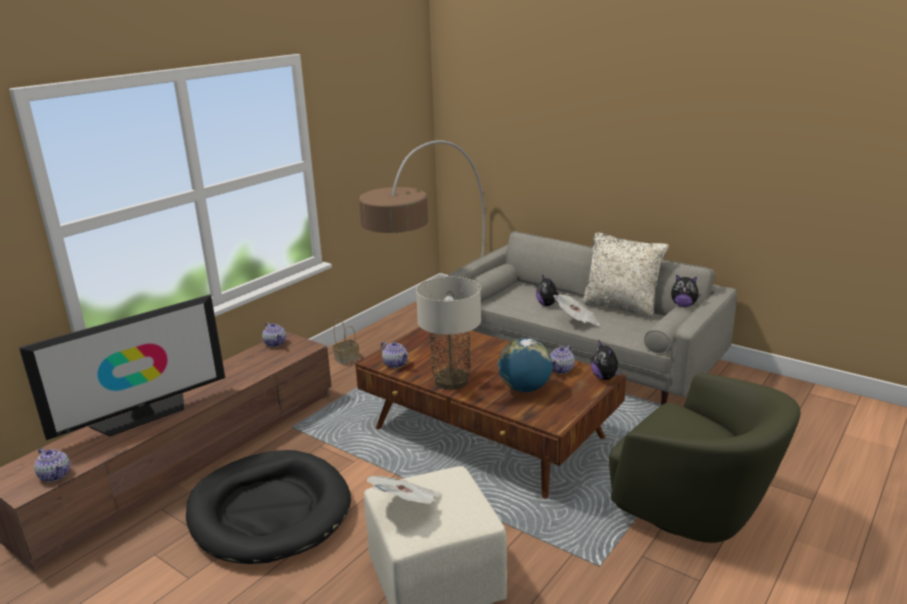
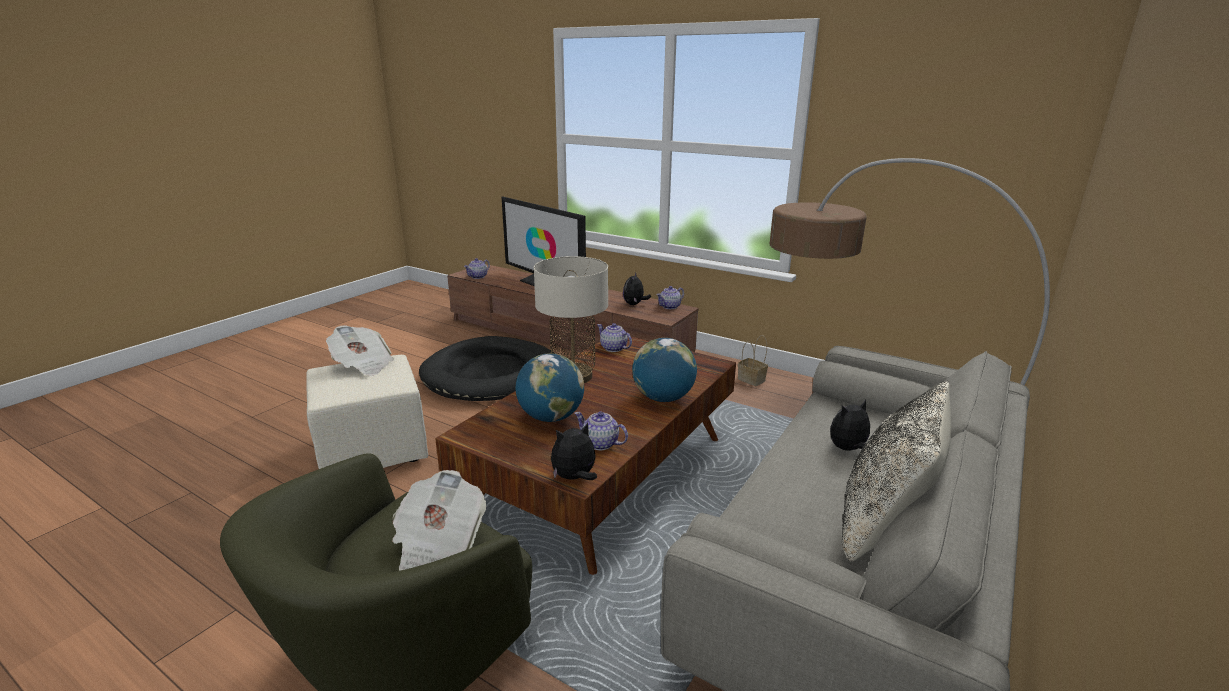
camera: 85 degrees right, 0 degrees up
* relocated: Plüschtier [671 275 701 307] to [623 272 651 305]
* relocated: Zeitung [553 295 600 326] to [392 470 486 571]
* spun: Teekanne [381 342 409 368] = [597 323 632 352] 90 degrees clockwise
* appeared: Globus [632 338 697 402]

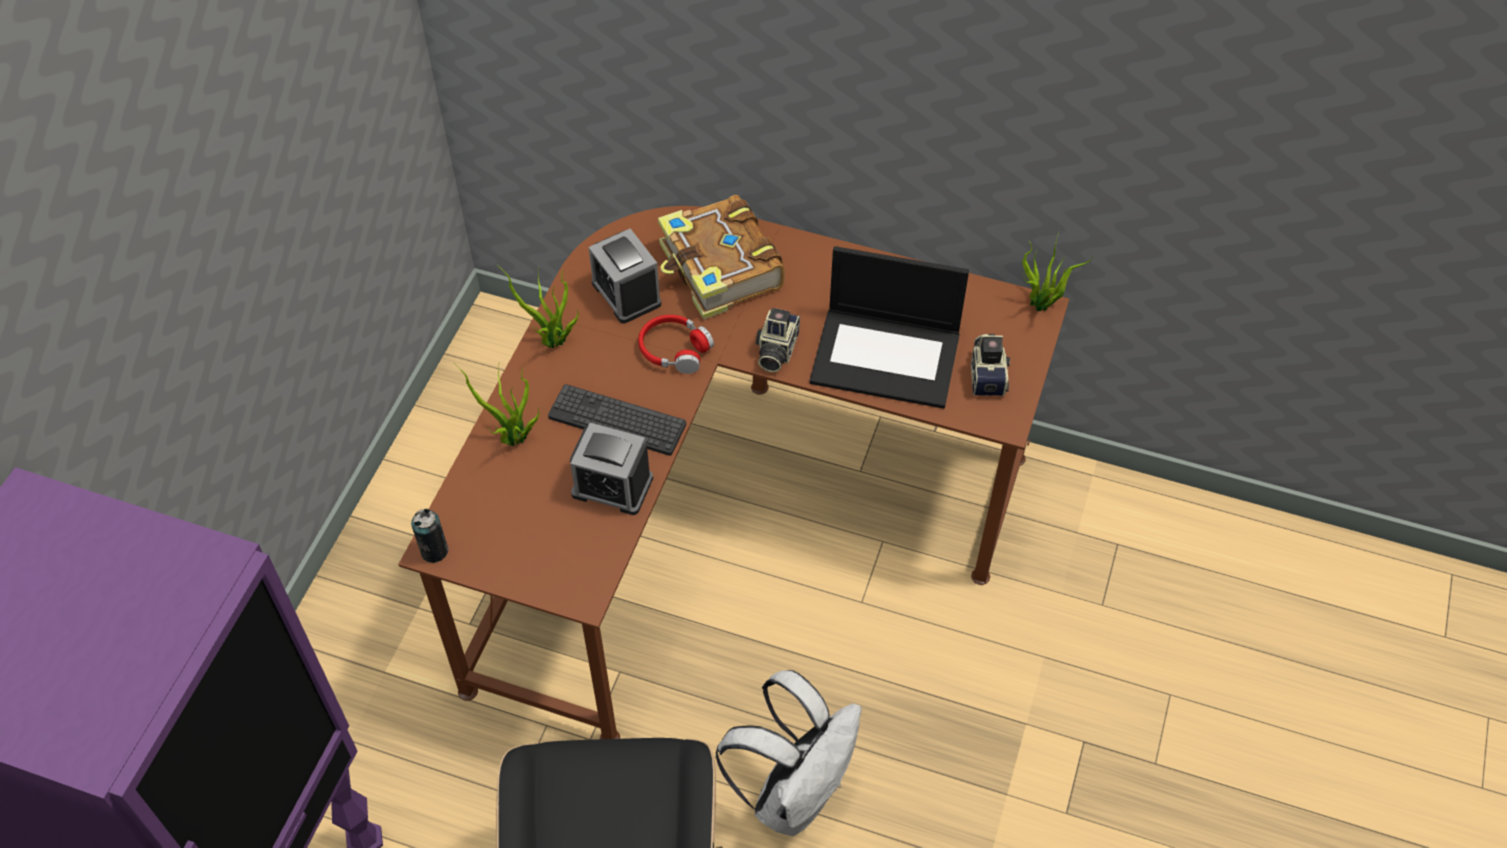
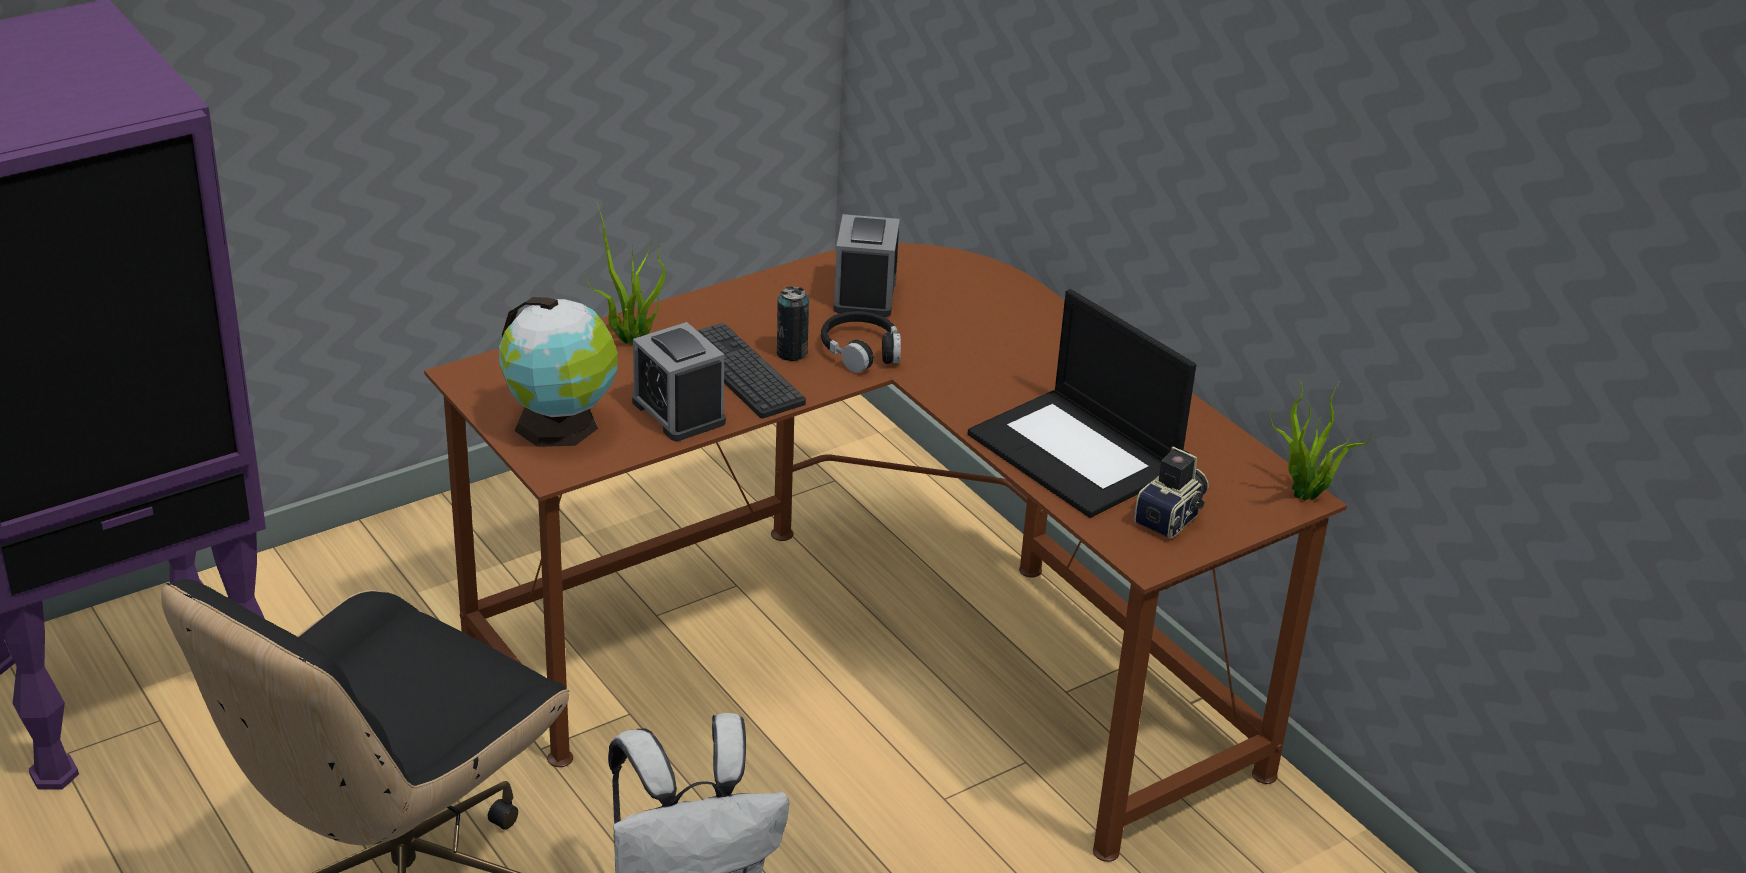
camera: 35 degrees right, 20 degrees down
* missing: Buch [658 195 785 320]
* missing: Topfpflanze [503 269 579 348]
* missing: Kamera [755 308 800 372]
* colour: Kopfhörer (rot) [638 315 714 374] to Kopfhörer (schwarz) [821 311 901 373]
* relocated: Dose [411 509 449 563] to [777 287 810 361]
* appeared: Globus [499 297 618 447]

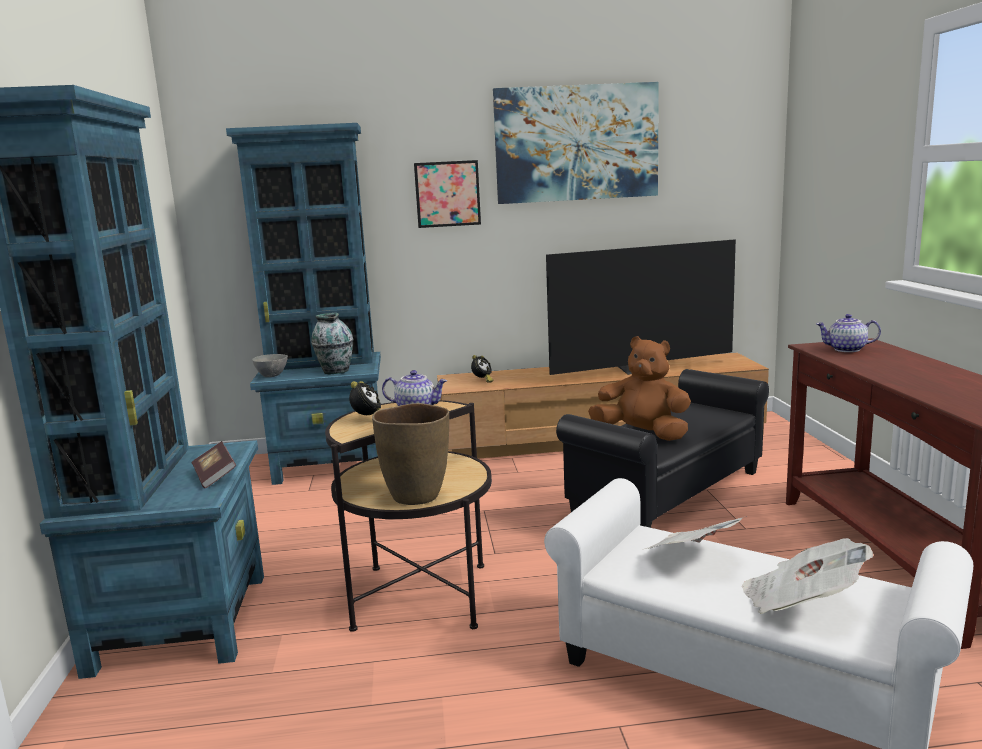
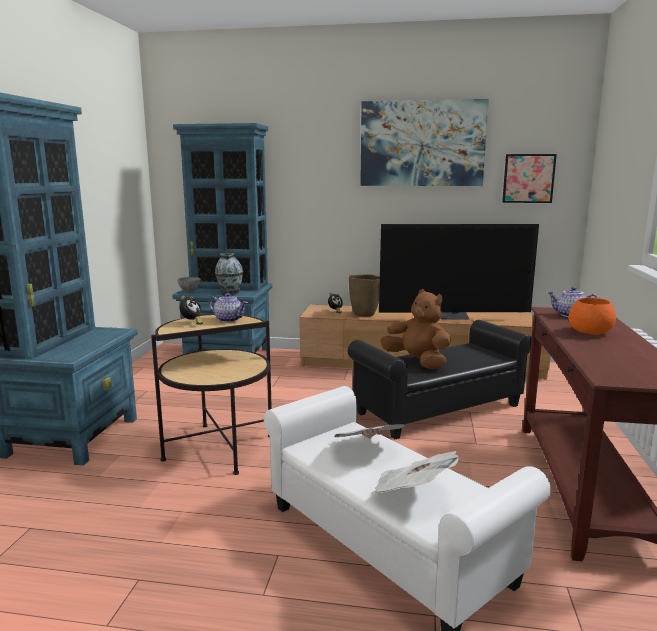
camera: 15 degrees right, 0 degrees up
* relocated: Bild [414 160 481 228] to [502 154 557 203]
* relocated: Vase (braun) [372 403 449 505] to [349 274 380 317]
* missing: Buch [192 441 236 488]
* appeared: Schüssel (orange) [569 297 616 335]

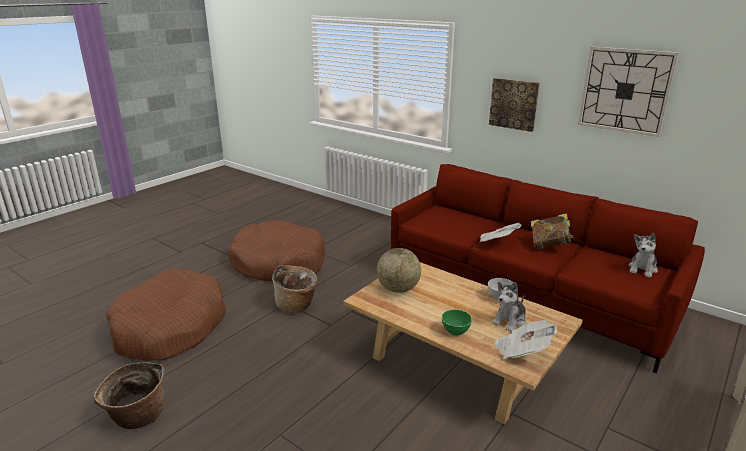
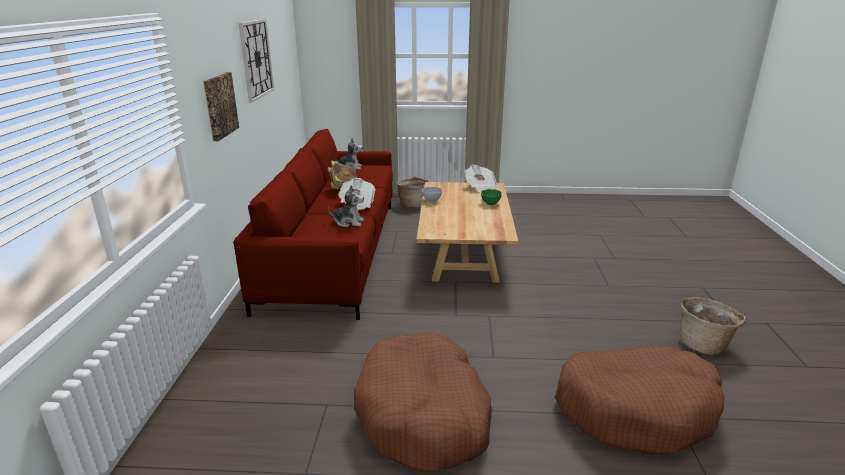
camera: 125 degrees left, 0 degrees up
* missing: Globus [377 248 421 293]
* relocated: Korb [272 265 317 313] to [396 177 428 207]
* relocated: Plüschtier [492 281 526 332] to [328 185 364 227]

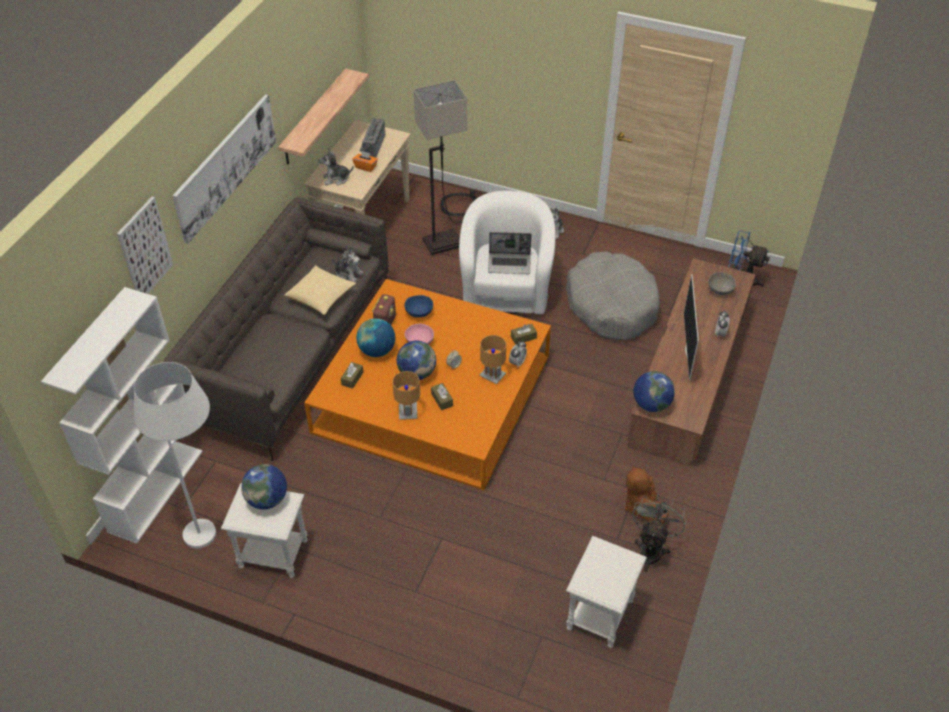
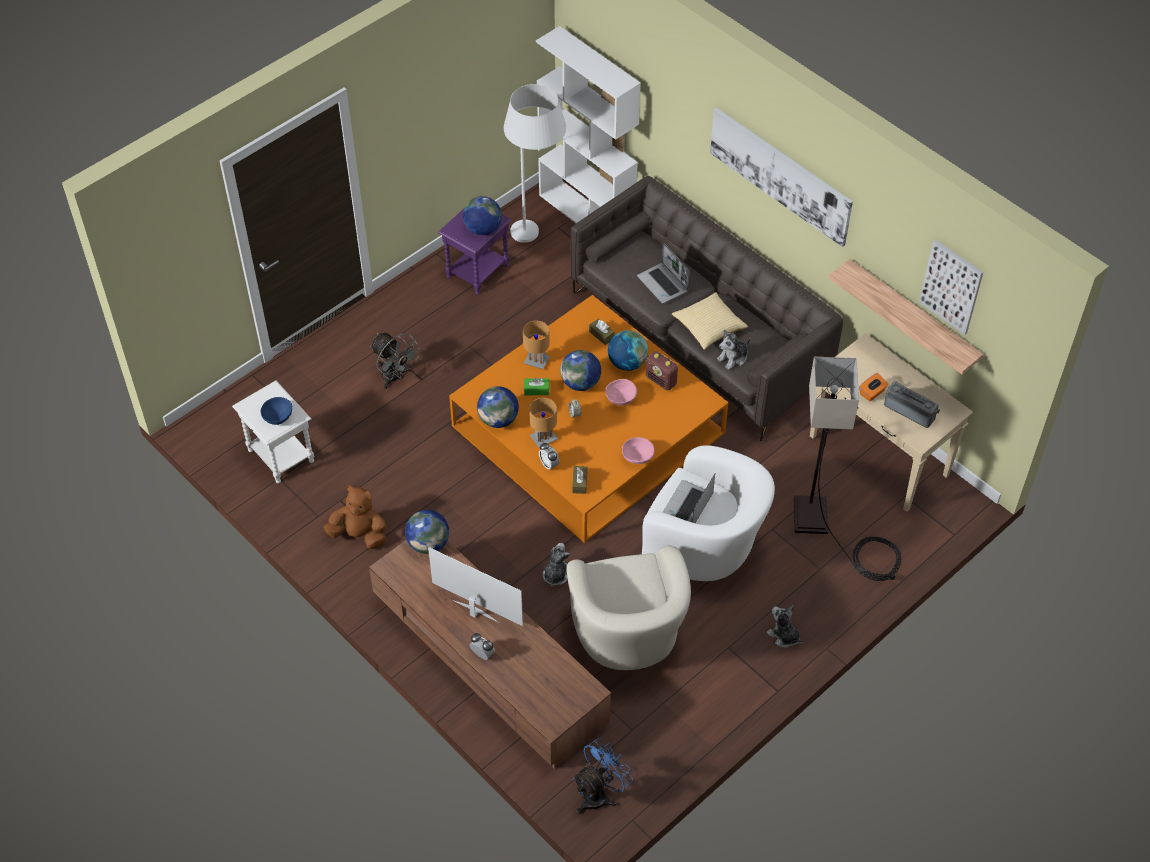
camera: 115 degrees right, 5 degrees up
* relocated: Plüschtier [319 149 354 186] to [543 543 570 586]
* relocated: Bild [117 197 173 294] to [919 239 983 335]
* exchanged: Hundebett (grau) [566 251 660 340] to Sessel (beige) [567 546 691 670]
* missing: Schüssel (grau) [708 272 736 295]
* relocated: Schüssel (blau) [404 295 433 318] to [261 397 292 425]
* colour: Taschentuchbox (braun) [431 383 453 410] to Taschentuchbox (grün) [524 378 549 395]
* colour: Beistelltisch (weiß) [221 483 307 578] to Beistelltisch (lila) [438 209 512 295]
* relocated: Ventilator (grau) [632 494 687 572] to [370 333 421 389]
* appeared: Laptop [637 242 690 304]
* appeared: Globus [477 386 519 428]
* appeared: Schüssel (rosa) [622 437 654 464]

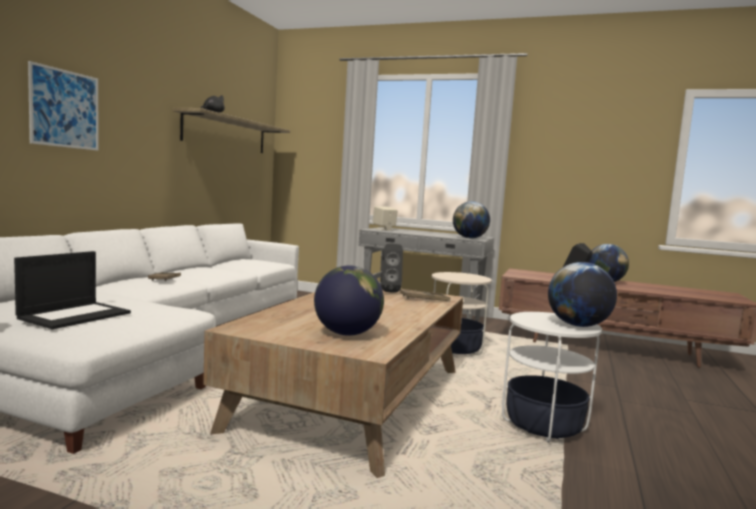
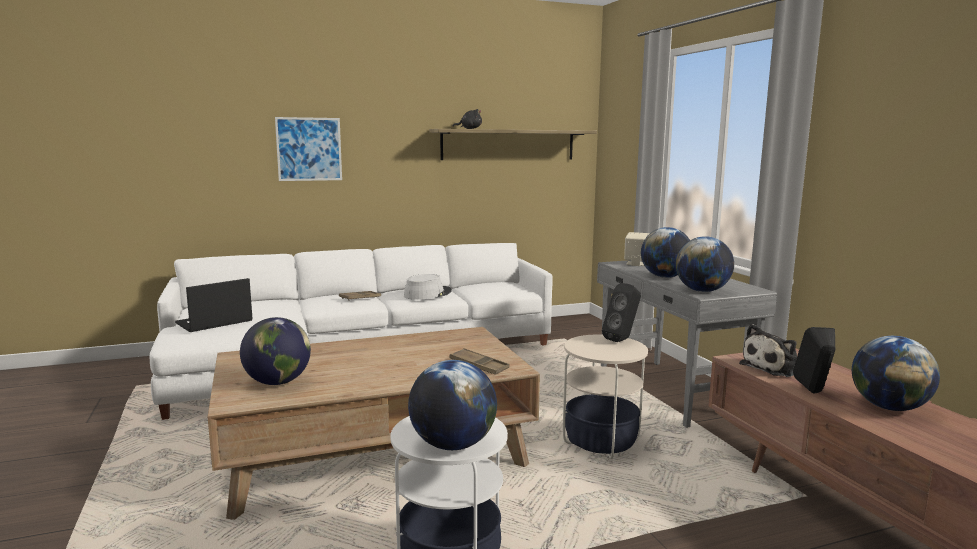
camera: 50 degrees right, 5 degrees up
* relocated: Lautsprecher (schwarz) [381 244 403 293] to [602 283 641 342]
* spun: Laptop [14 251 131 330] = [175 278 252 332] 150 degrees clockwise
* appeared: Globus [641 227 690 278]
* appeared: Hut (grau) [404 274 452 300]
* appeared: Plüschtier [739 324 797 377]

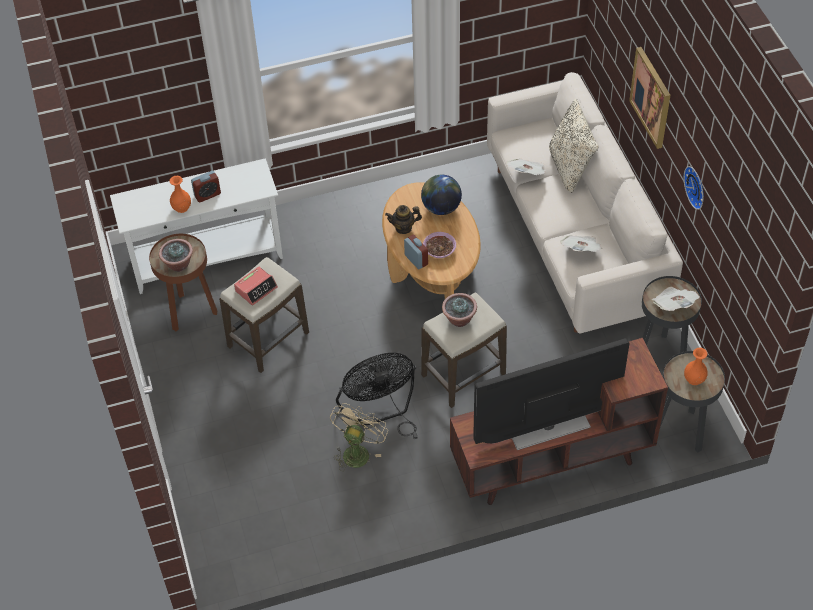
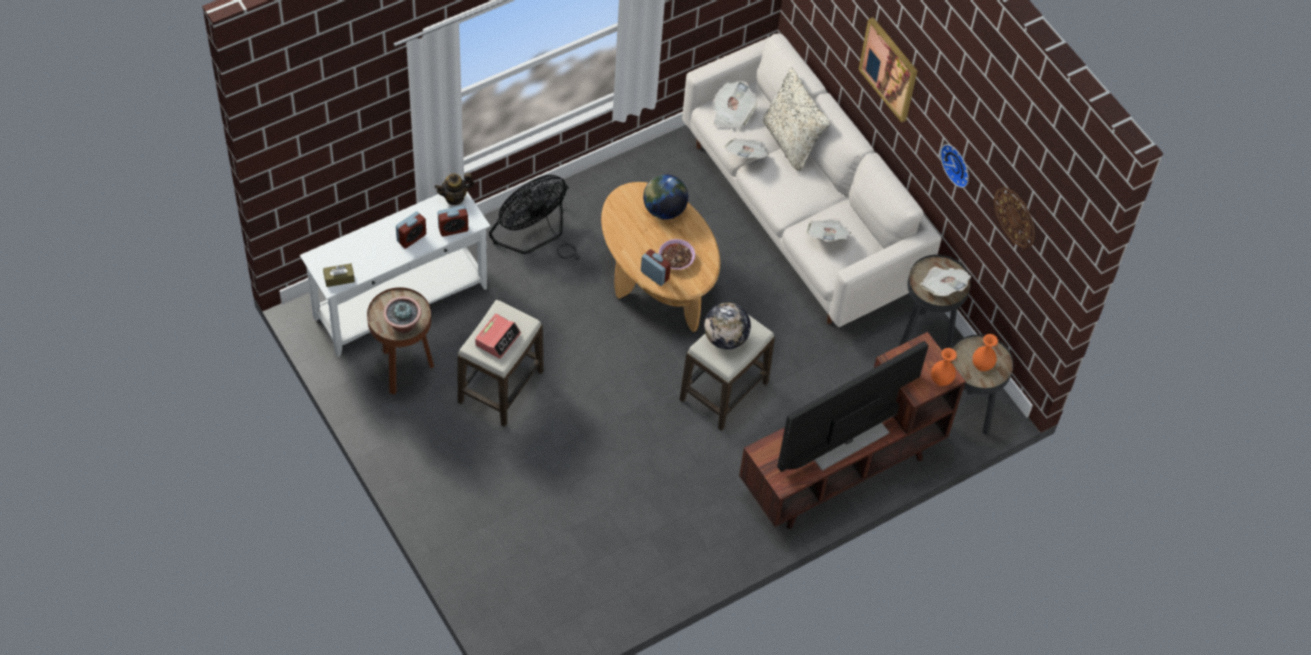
camera: 20 degrees left, 5 degrees up
* relocated: Vase (orange) [169 176 191 213] to [931 348 957 386]
* relocated: Teekanne [385 205 422 234] to [435 173 474 205]
* exchanged: Topfpflanze [442 293 477 327] to Globus [704 303 751 349]
* relocated: Ventilator (schwarz) [336 353 417 439] to [489 175 580 260]
* missing: Ventilator (beige) [330 403 388 471]
* appeared: Zeitung [712 81 757 130]
* appeared: Wanduhr [994 187 1035 248]
* appeared: Wecker [438 205 468 237]
* appeared: Taschentuchbox (braun) [323 263 355 287]

